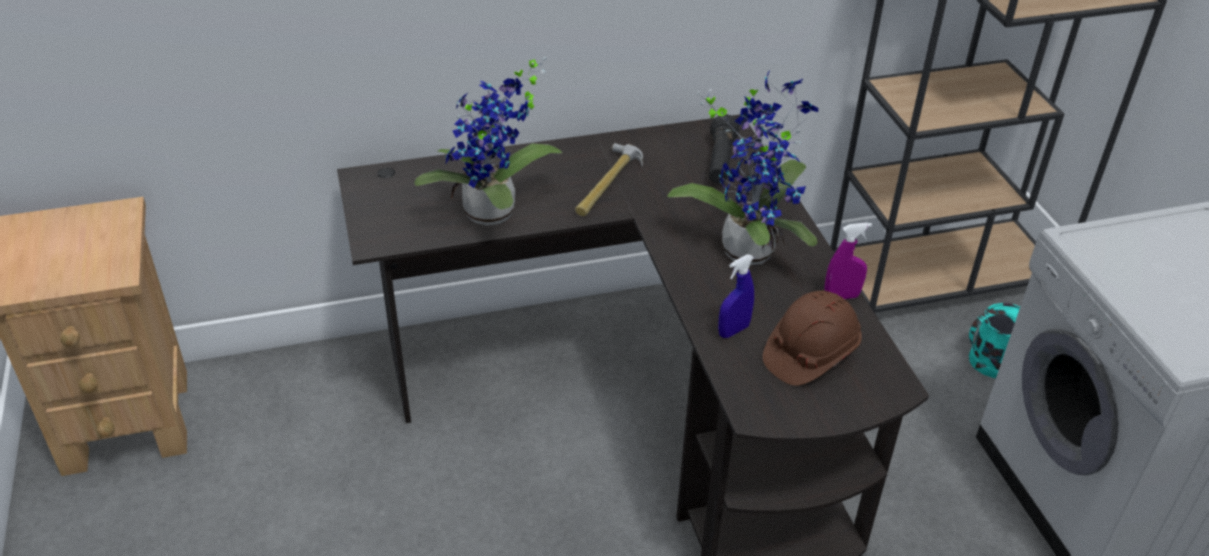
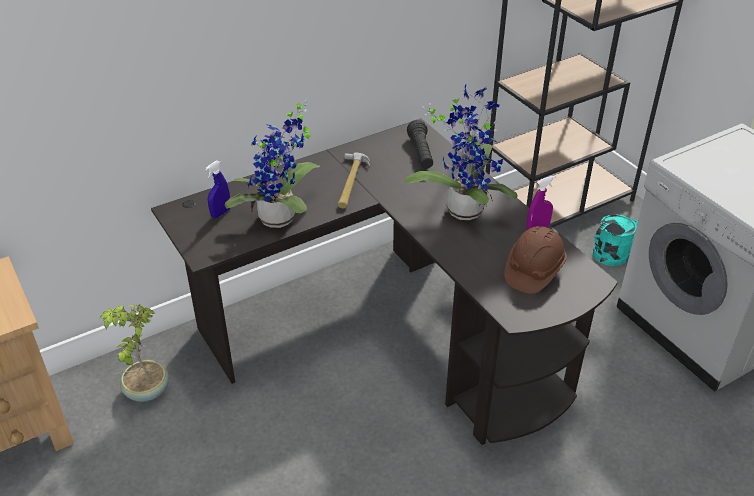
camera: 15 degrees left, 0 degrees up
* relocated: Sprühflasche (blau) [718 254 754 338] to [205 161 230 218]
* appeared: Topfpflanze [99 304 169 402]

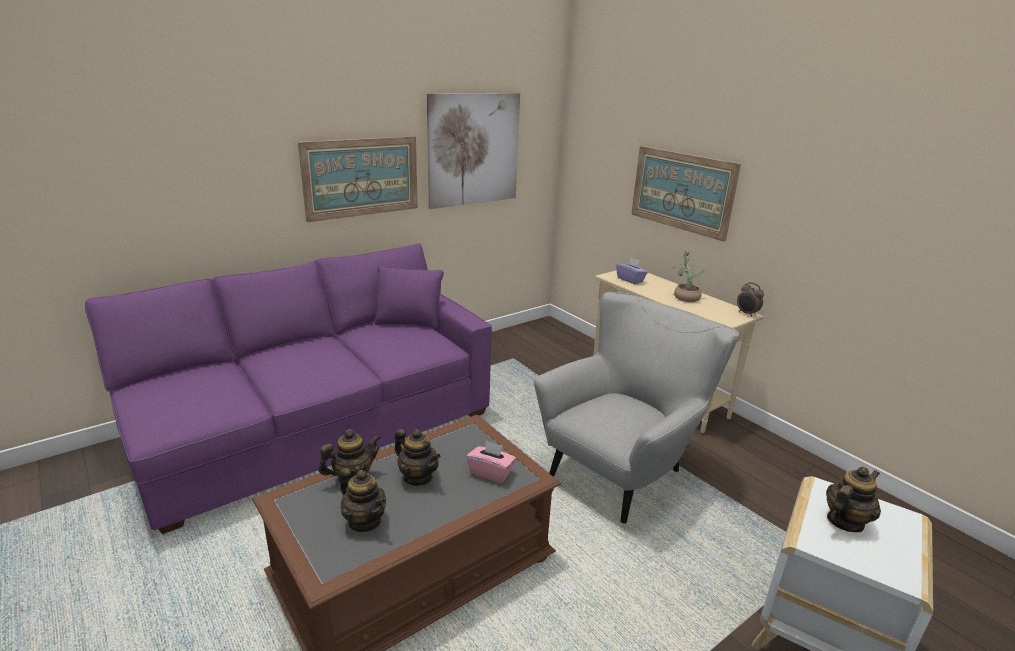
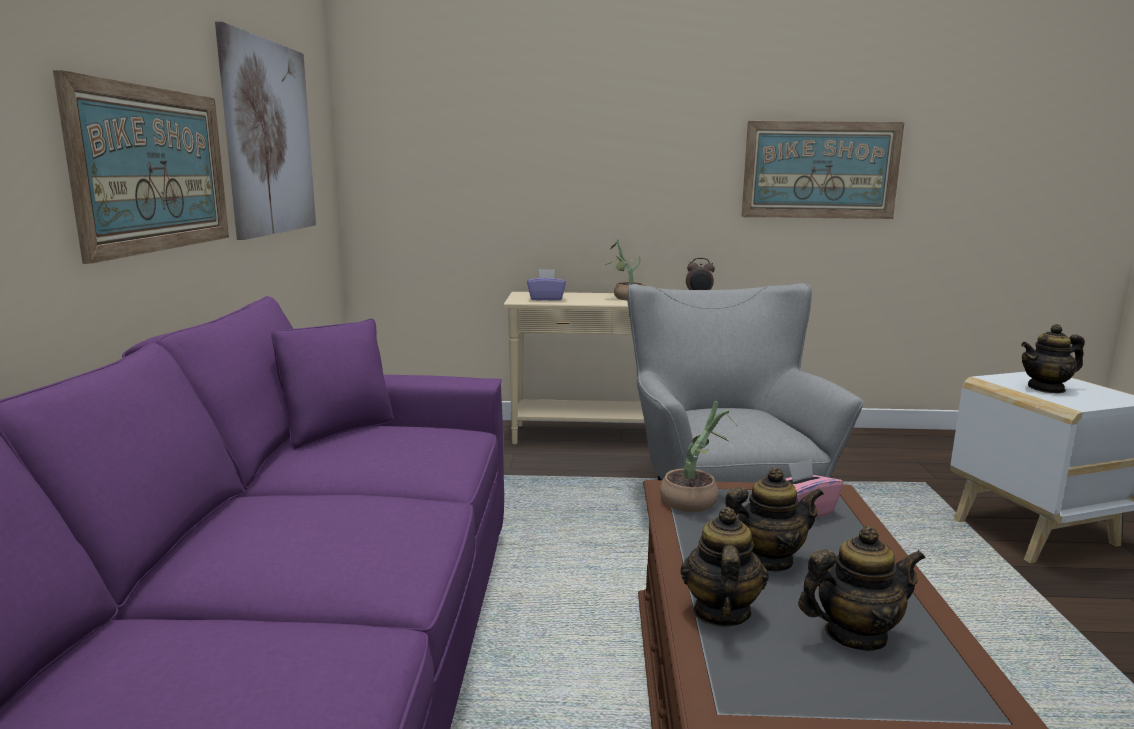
camera: 50 degrees left, 10 degrees down
* relocated: Bild [631 146 741 242] to [741 121 905 219]
* spun: Teekanne [826 467 881 532] = [1021 324 1085 393] 105 degrees counterclockwise
* appeared: Topfpflanze [660 401 737 512]

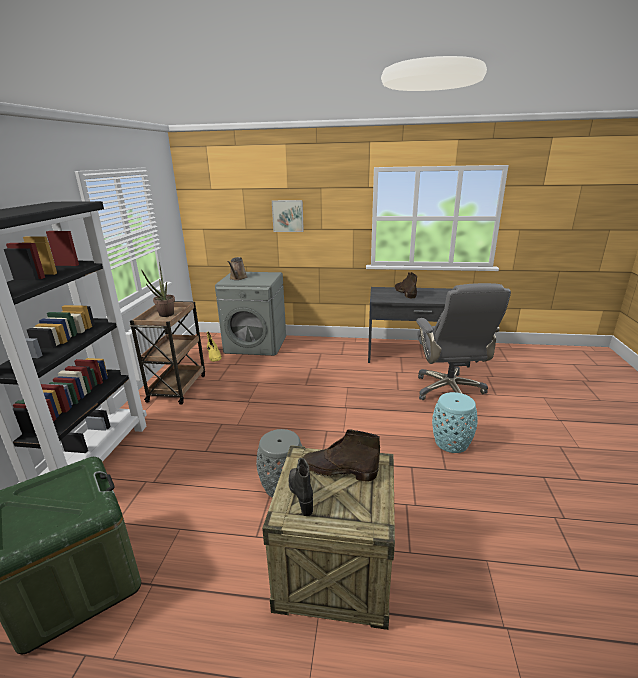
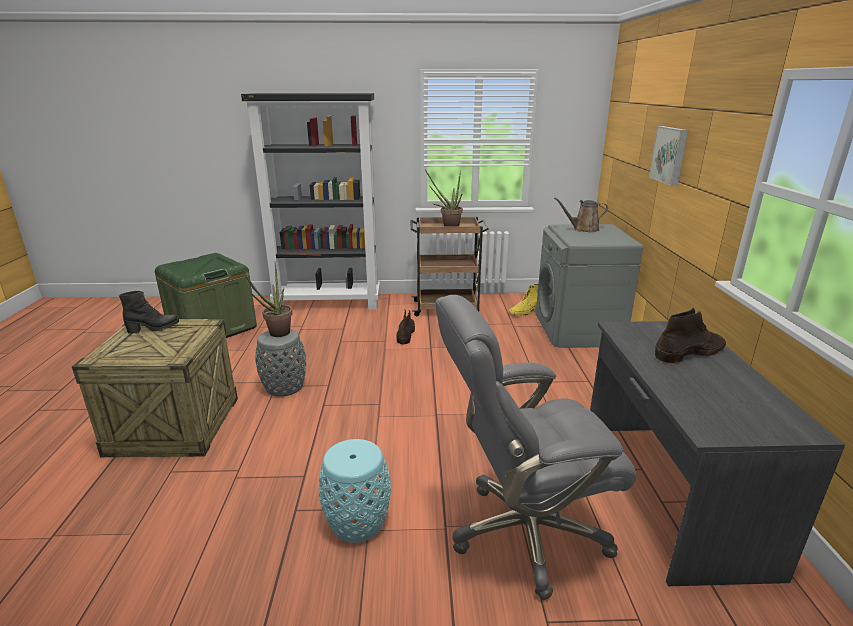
camera: 80 degrees right, 0 degrees up
* relocated: Stiefel (braun) [303 430 380 482] to [396 309 415 344]
* appeared: Topfpflanze [245 263 292 337]

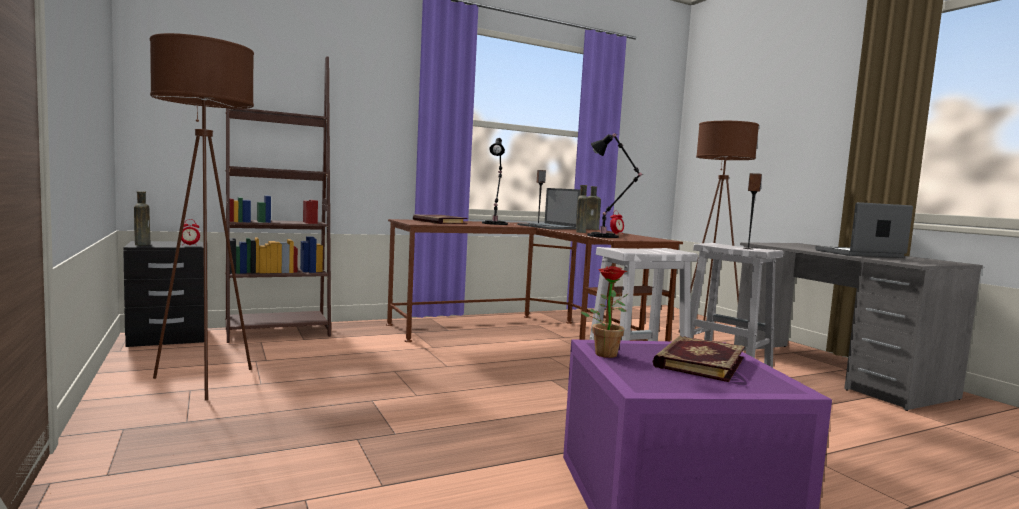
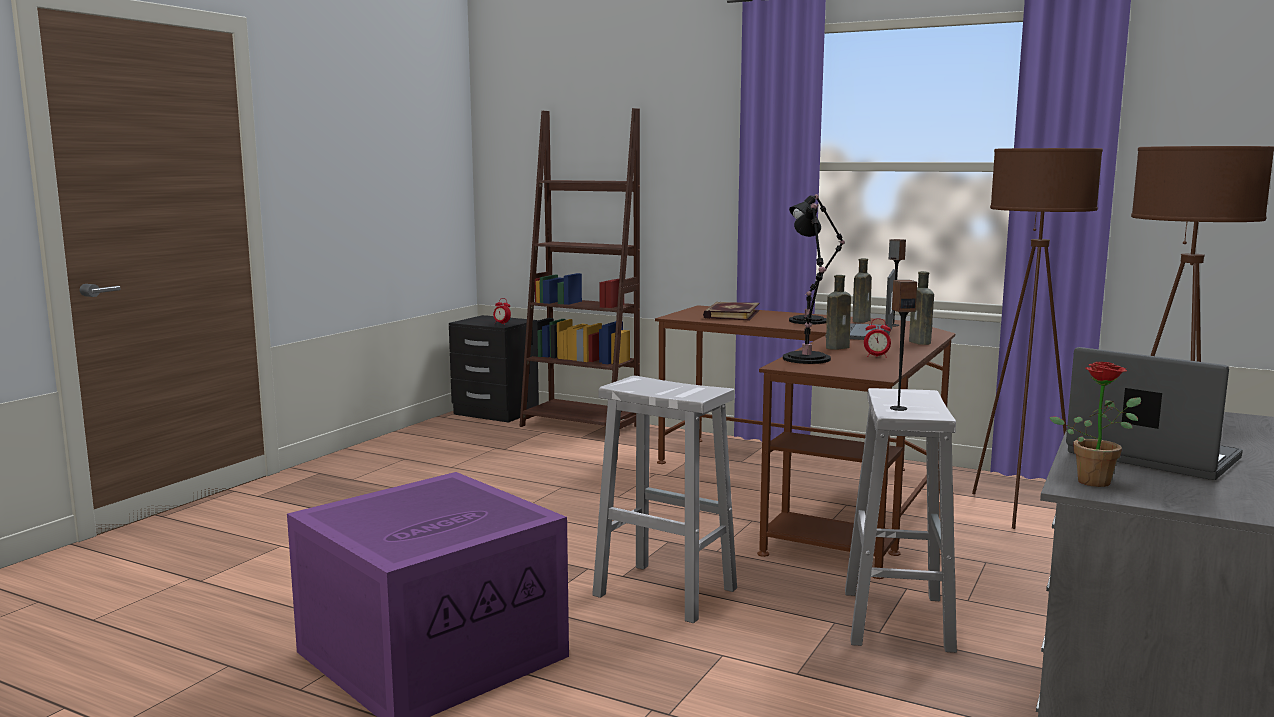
camera: 55 degrees right, 5 degrees up
* relocated: Stehlampe (braun) [150 33 254 401] to [972 148 1103 529]
* relocated: Flasche (braun) [134 191 150 246] to [853 258 872 323]
* relocated: Topfpflanze [580 266 628 358] to [1049 362 1141 487]
* missing: Buch [653 336 745 382]

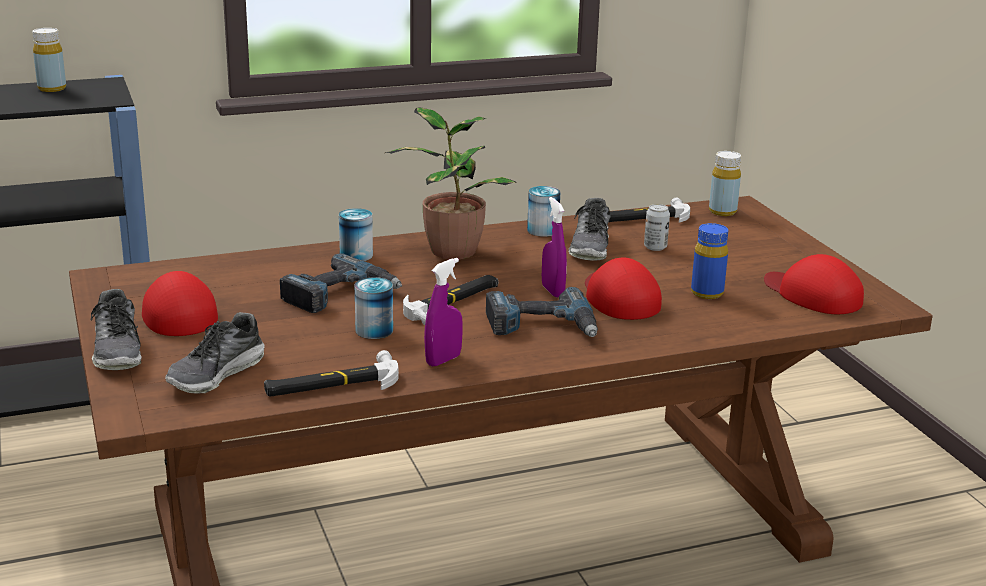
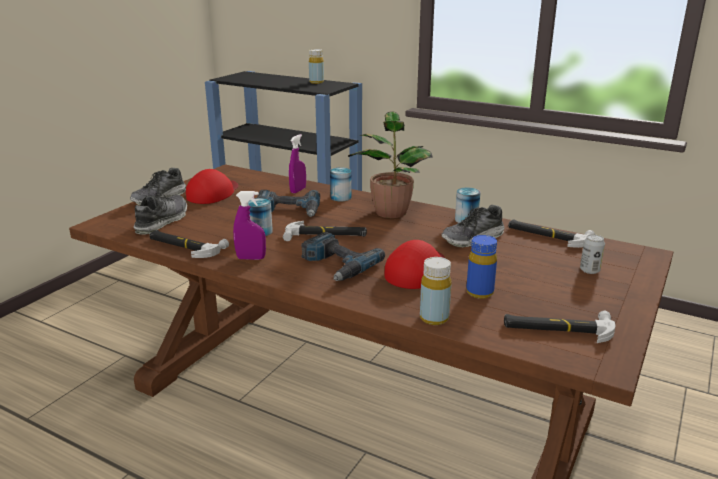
camera: 50 degrees right, 0 degrees up
* relocated: Flasche (gelb) [709 151 741 216] to [420 257 452 325]
* relocated: Sprühflasche (lila) [542 197 567 297] to [289 134 306 193]
* relocated: Dose [644 204 670 251] to [580 234 605 274]
* exchanged: Kappe (rot) [764 254 864 314] to Hammer [504 311 615 343]
* spun: Schuh [165 312 265 393] = [134 194 187 235] 120 degrees clockwise

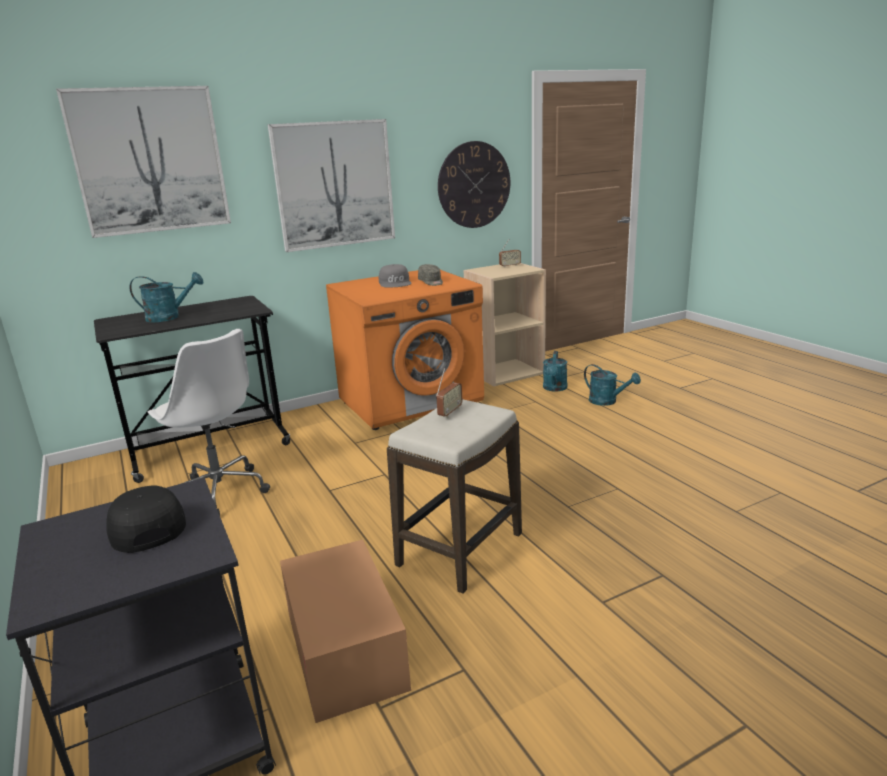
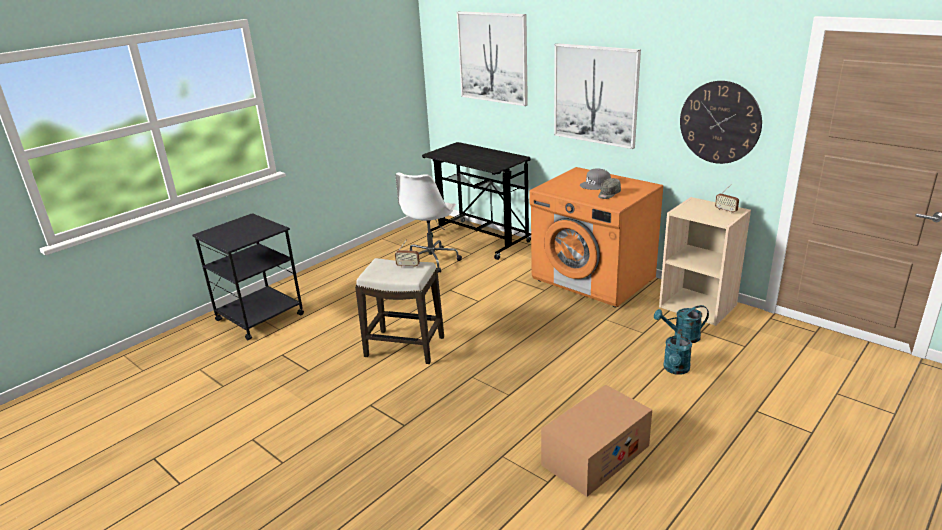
camera: 70 degrees right, 5 degrees up
* missing: Gießkanne (türkis) [130 272 203 322]
* missing: Kappe (schwarz) [106 486 186 553]
* relocated: Karton [280 540 411 723] to [541 384 652 497]

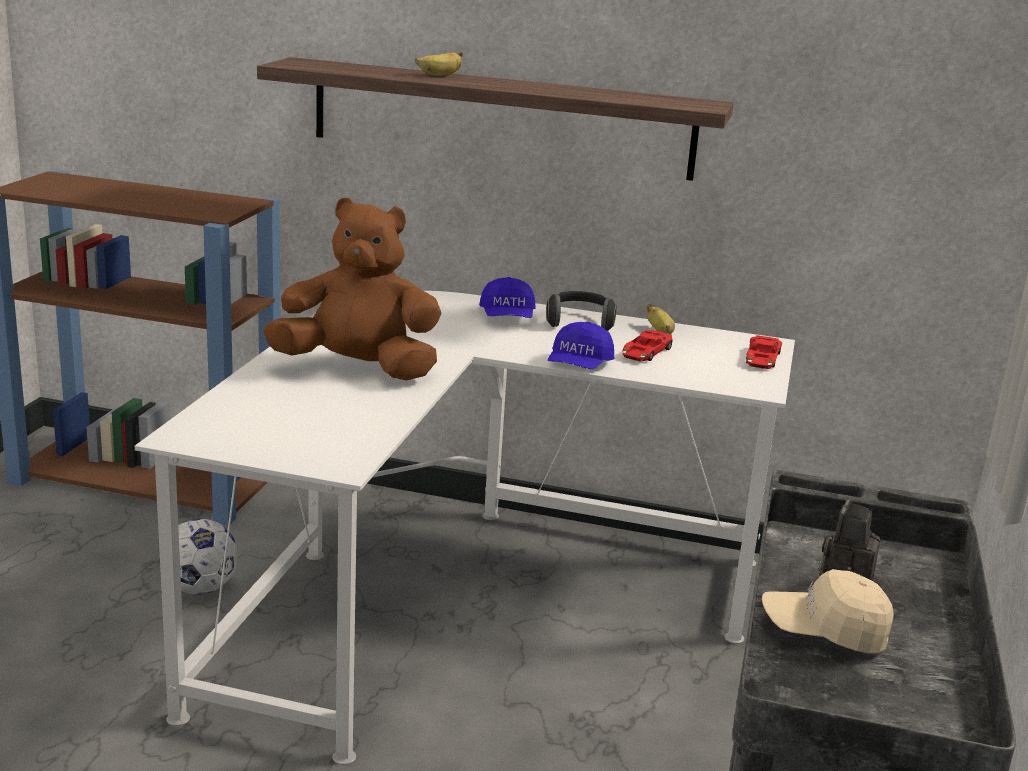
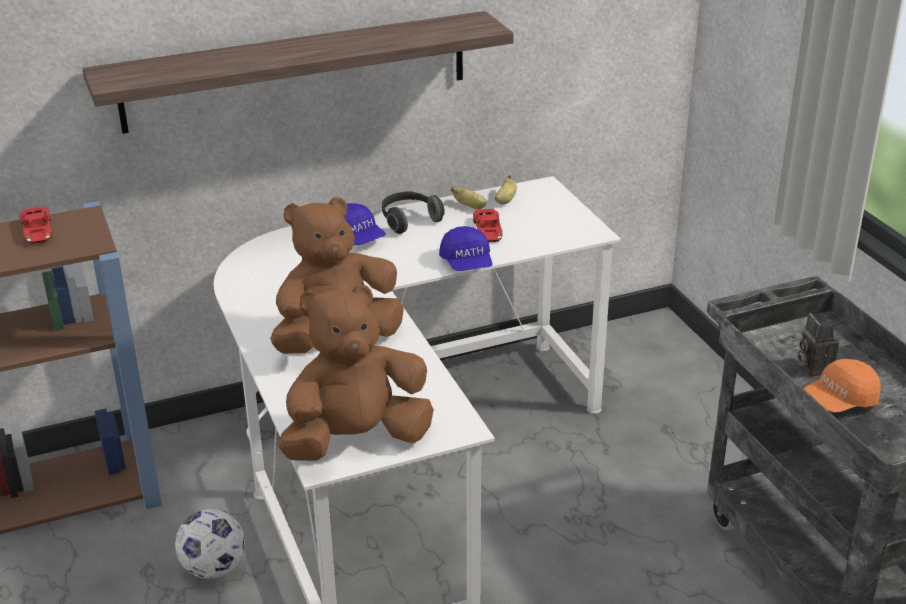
camera: 35 degrees left, 10 degrees up
* relocated: Banane [415 52 463 76] to [495 175 517 205]
* relocated: Spielzeugauto (rot) [746 335 782 369] to [19 206 52 244]
* colour: Kappe (beige) [762 569 894 653] to Kappe (orange) [803 359 881 413]
* appeared: Plüschtier (braun) [277 284 434 461]

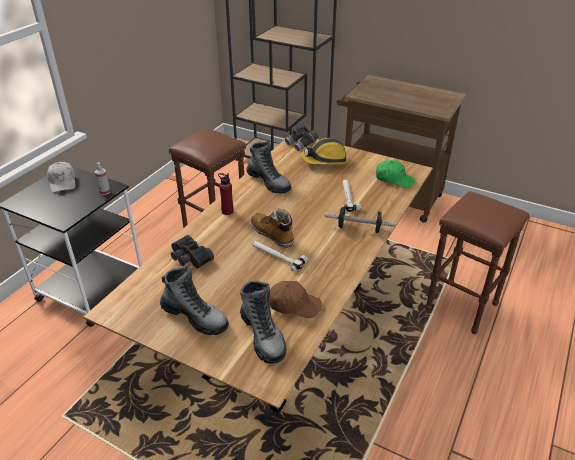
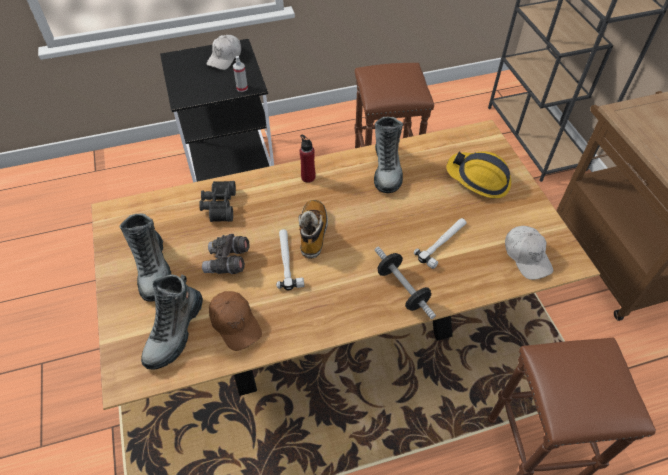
camera: 45 degrees right, 15 degrees up
* relocated: Fernglas (grau) [285 123 318 151] to [202 234 250 274]
* colour: Kappe (grün) [376 160 416 188] to Kappe (weiß) [505 226 553 280]

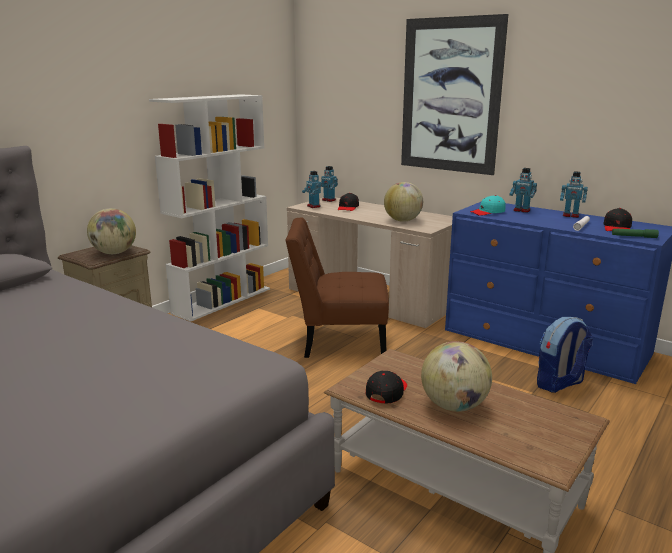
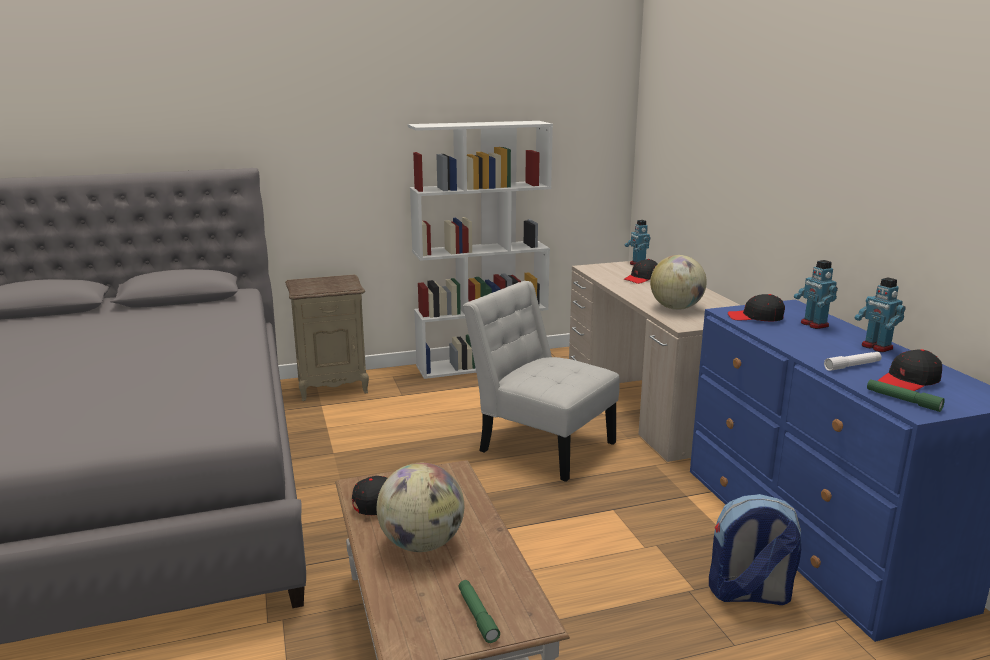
camera: 35 degrees right, 0 degrees up
* missing: Bild [401 14 508 175]
* missing: Spielzeugroboter [302 171 321 208]
* colour: Kappe (türkis) [470 195 505 216] to Kappe (schwarz) [728 294 785 321]
* missing: Globus [87 208 136 254]
* colour: Stuhl (braun) [285 218 389 358] to Stuhl (weiß) [463 281 620 482]
* appeared: Taschenlampe (grün) [458 580 500 643]

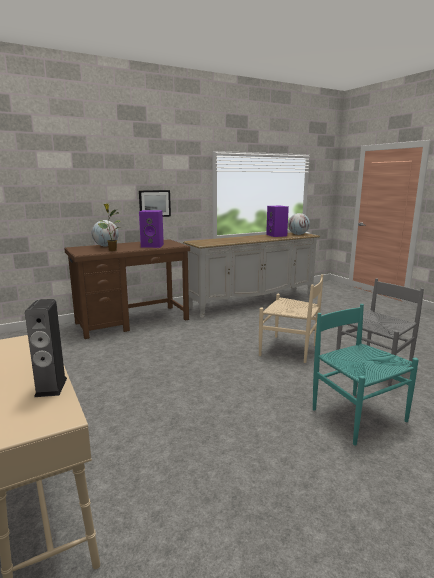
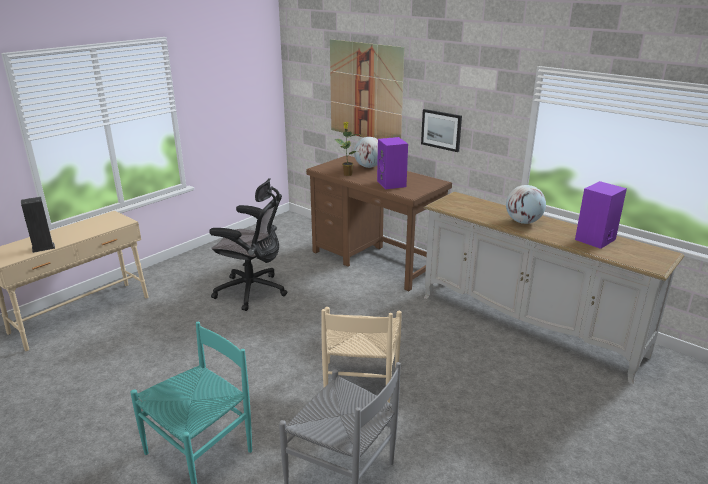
camera: 70 degrees right, 10 degrees up
* relocated: Globus [288 213 310 235] to [506 185 546 224]
* appeared: Bild [330 39 404 139]
* appeared: Bürostuhl [209 178 288 311]

